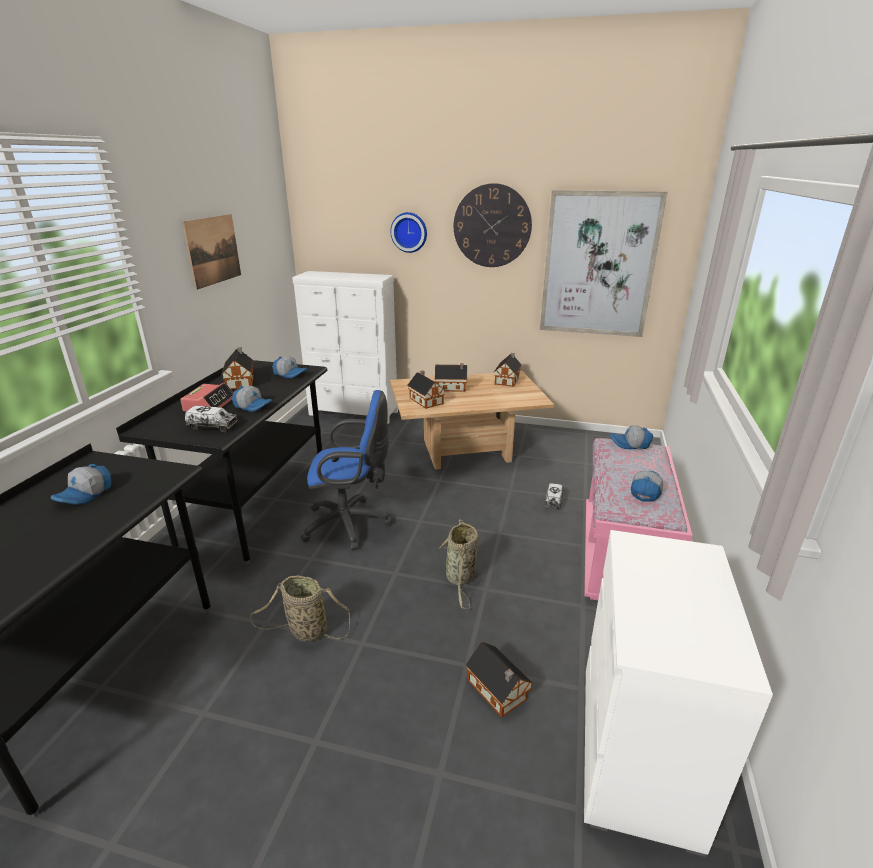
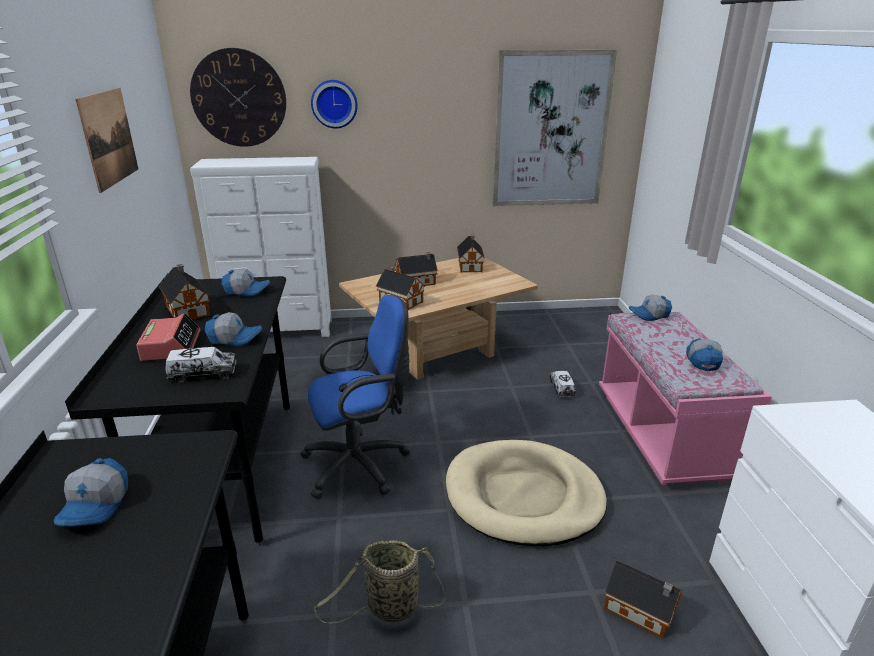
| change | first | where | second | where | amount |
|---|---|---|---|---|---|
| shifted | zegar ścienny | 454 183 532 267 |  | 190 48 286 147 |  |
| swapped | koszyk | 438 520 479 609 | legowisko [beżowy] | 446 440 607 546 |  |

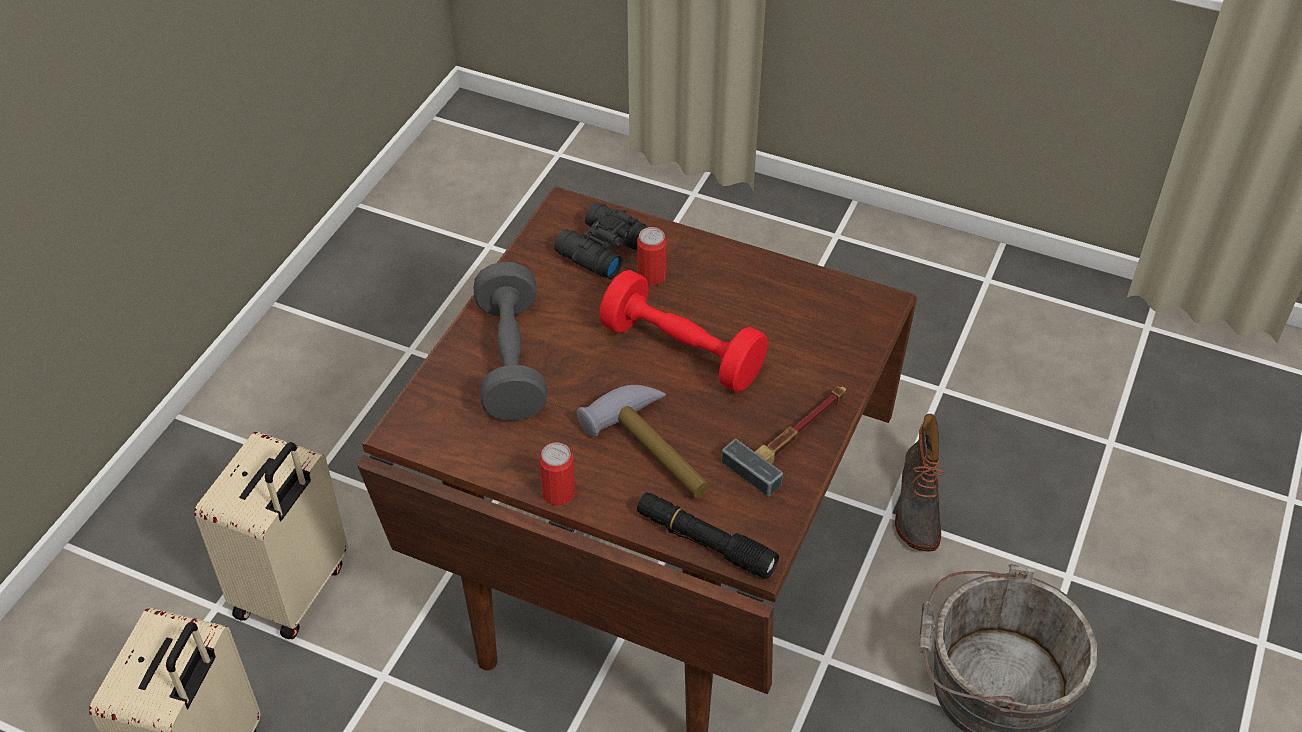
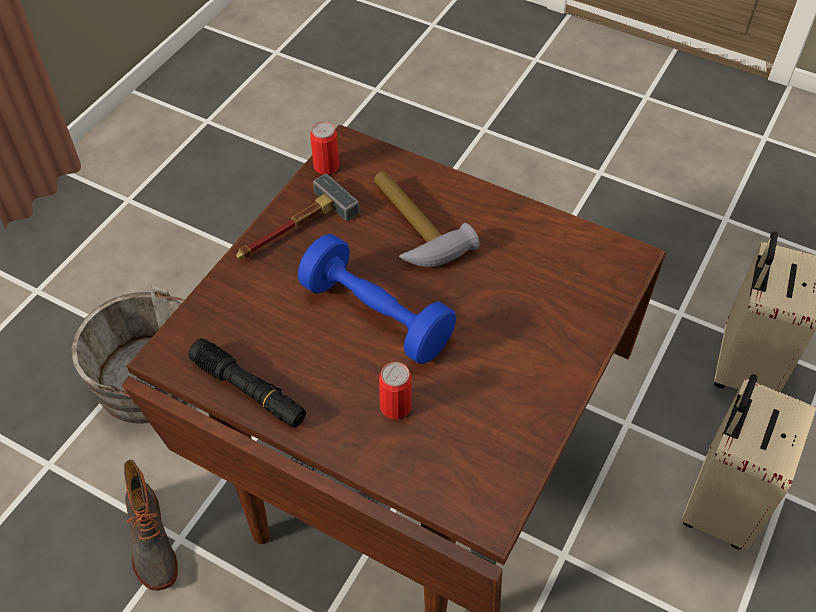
| change | first | where | second | where | amount |
|---|---|---|---|---|---|
| gone | lornetka [czarny] | 555 202 648 279 |  |  |  |
| gone | hantel [szary] | 474 262 547 421 |  |  |  |
| repainted | hantel [czerwony] | 599 270 768 392 | hantel [niebieski] | 298 234 456 364 |  |
| rotated | but z cholewką | 895 414 946 551 |  | 124 460 178 591 | 150 degrees clockwise |
| shifted | puszka | 539 443 575 506 |  | 310 121 339 174 |  |
| shifted | latarka [czarny] | 637 492 779 579 |  | 188 338 306 428 |  |

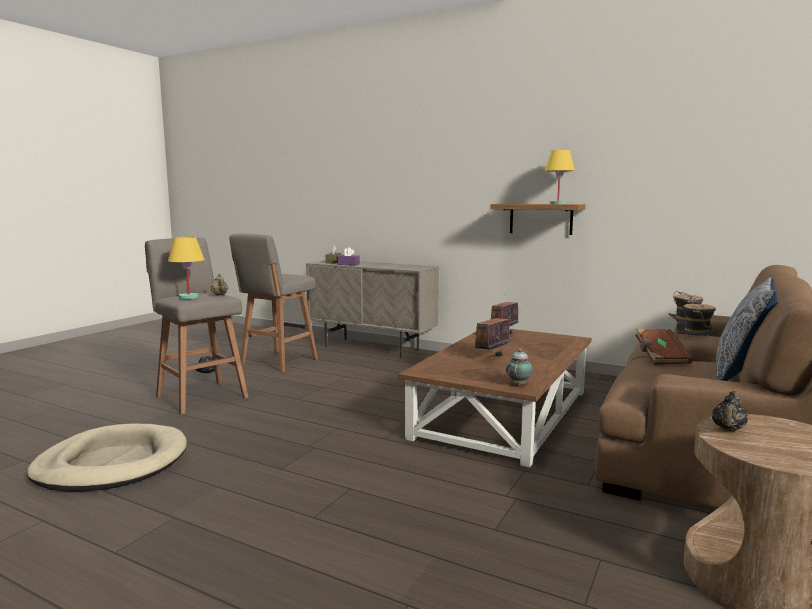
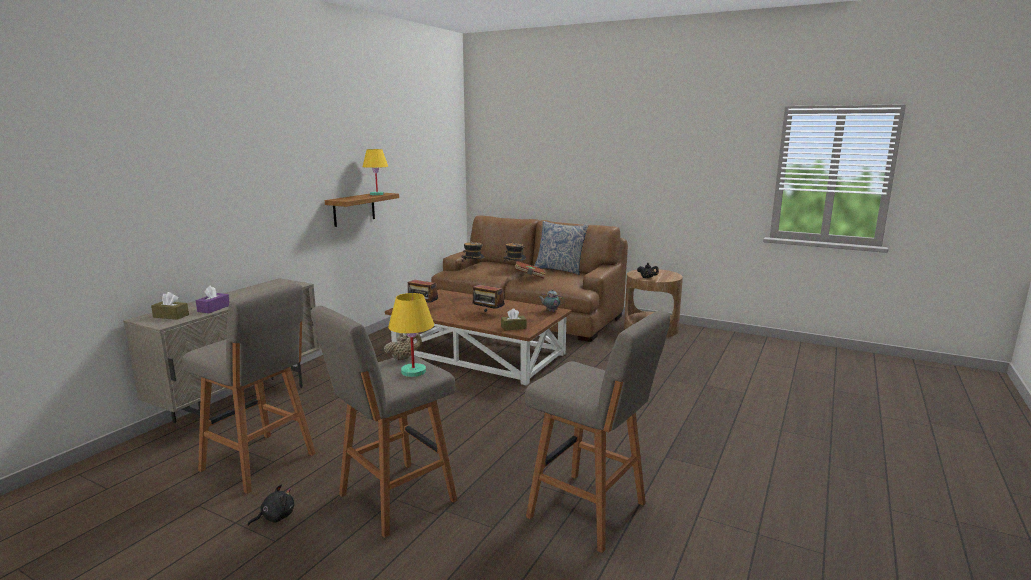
| change | first | where | second | where | amount |
|---|---|---|---|---|---|
| swapped | legowisko [beżowy] | 27 424 187 492 | stołek [szary] | 525 310 670 553 |  |
| new |  |  | pudełko chusteczek [brązowy] | 501 308 526 331 |  |

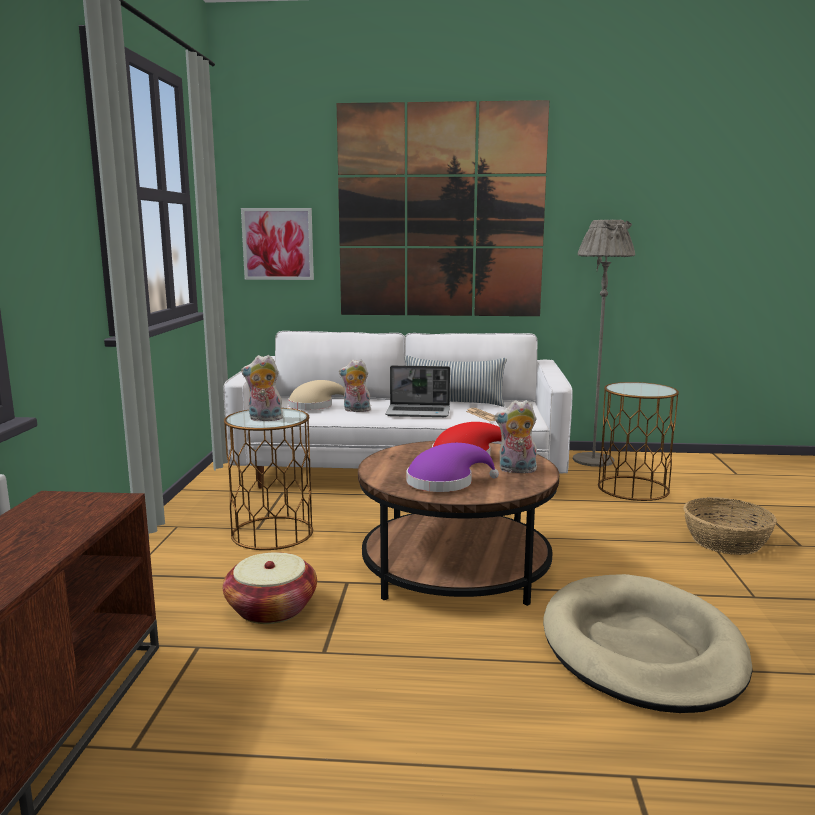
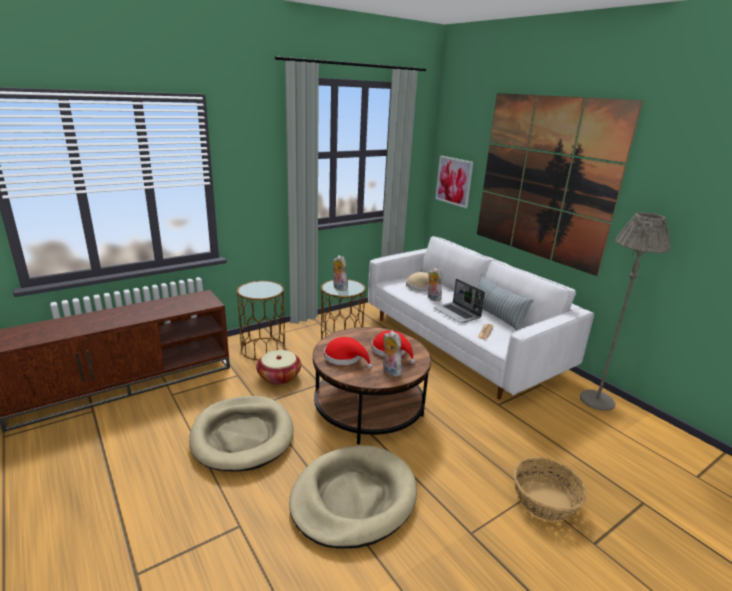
| change | first | where | second | where | amount |
|---|---|---|---|---|---|
| shifted | stolik [brązowy] | 598 382 679 501 |  | 237 281 286 360 |  |
| repainted | kapelusz [fioletowy] | 407 443 499 492 | kapelusz [czerwony] | 324 337 373 369 |  |
| new |  |  | legowisko [beżowy] | 189 396 293 472 |  |

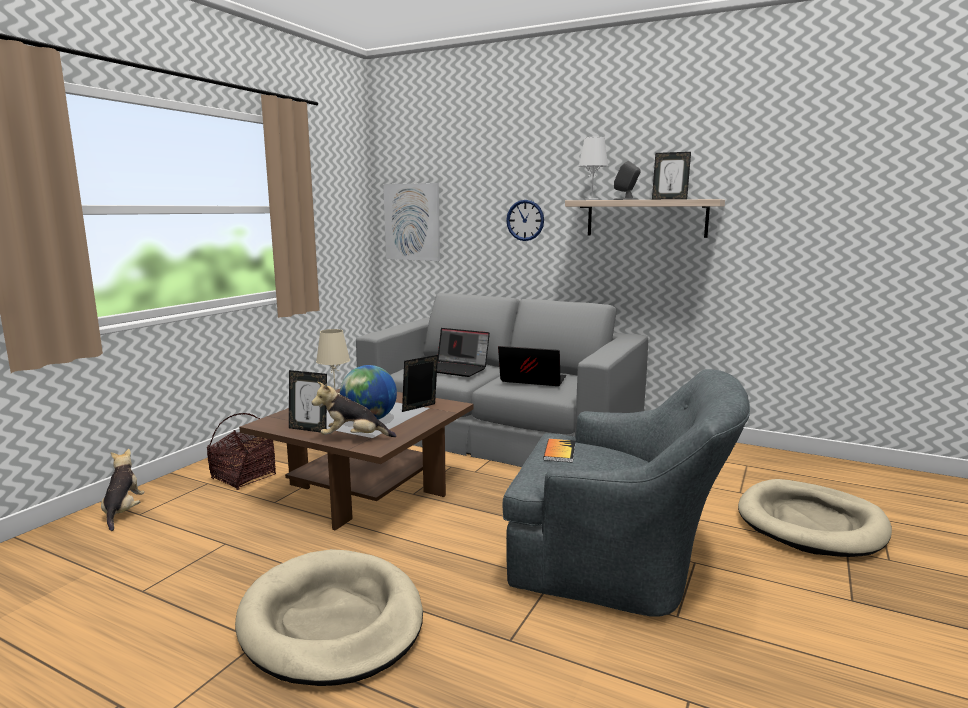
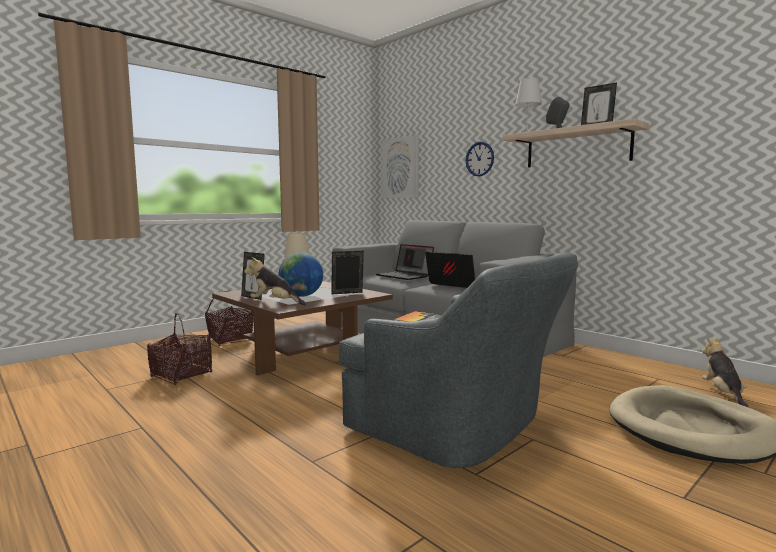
| change | first | where | second | where | amount |
|---|---|---|---|---|---|
| shifted | pluszak | 101 449 145 531 |  | 701 337 749 408 |  |
| gone | legowisko [beżowy] | 235 549 423 686 |  |  |  |
| new |  |  | koszyk | 147 313 212 385 |  |

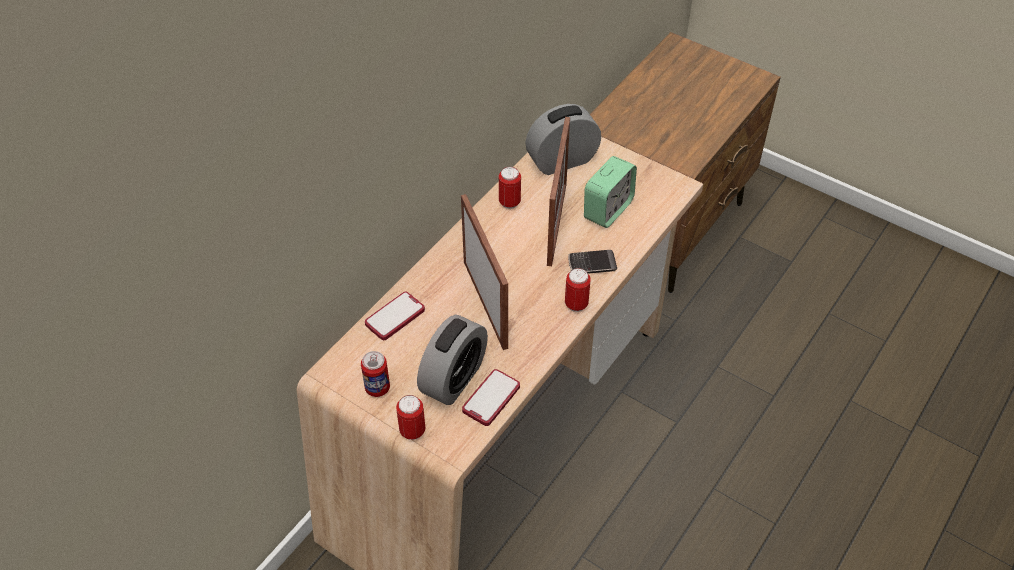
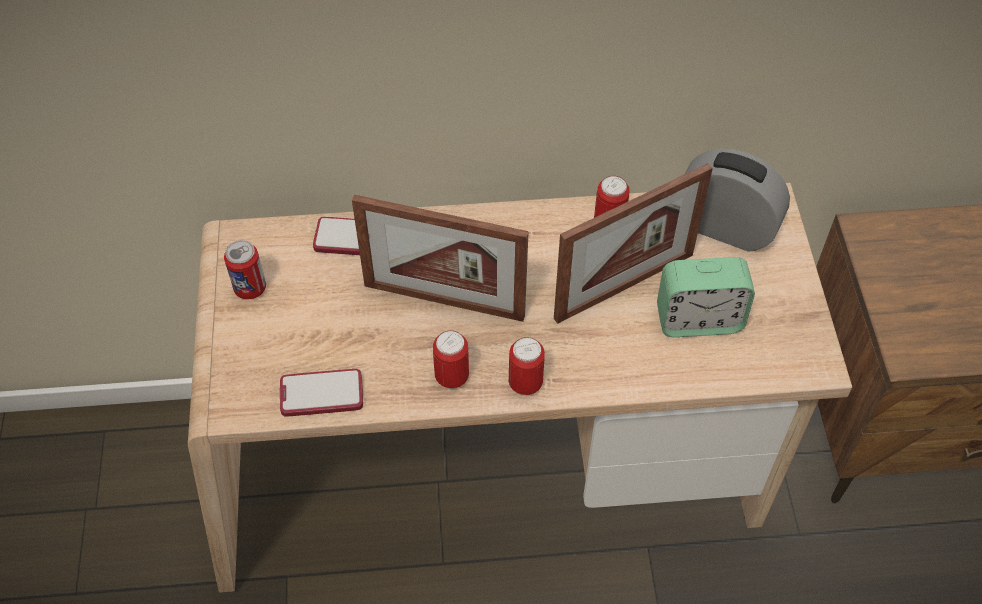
| change | first | where | second | where | amount |
|---|---|---|---|---|---|
| rotated | ramka na zdjęcie | 461 194 508 350 |  | 352 195 529 322 | 75 degrees clockwise |
| gone | telefon | 568 250 617 274 |  |  |  |
| gone | budzik | 417 315 488 405 |  |  |  |
| shifted | puszka | 396 395 425 440 |  | 433 330 469 389 |  |

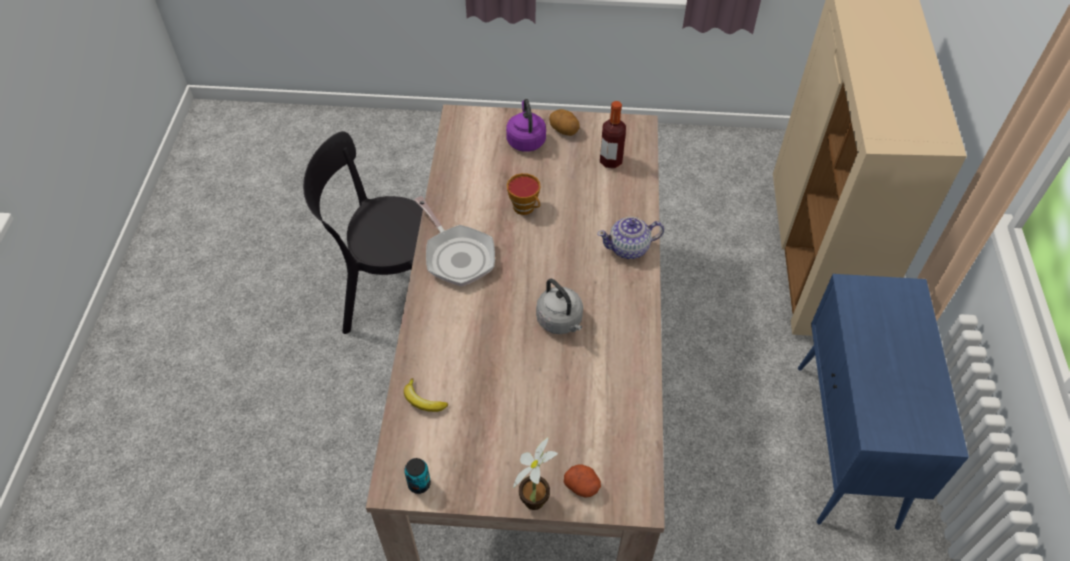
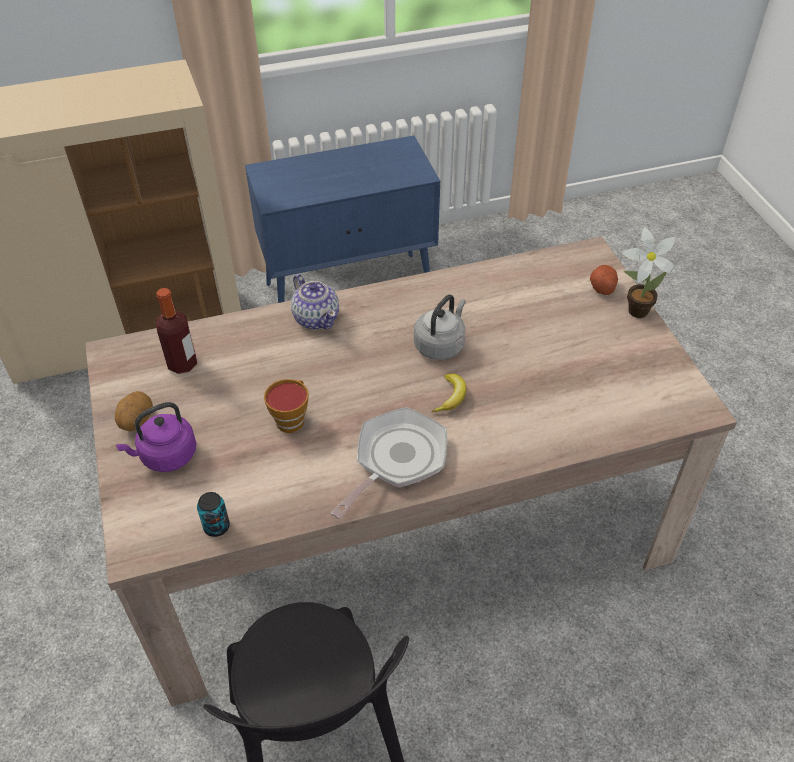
| change | first | where | second | where | amount |
|---|---|---|---|---|---|
| shifted | banan | 404 378 448 412 |  | 432 373 466 412 |  |
| shifted | puszka | 404 458 431 494 |  | 197 492 230 537 |  |

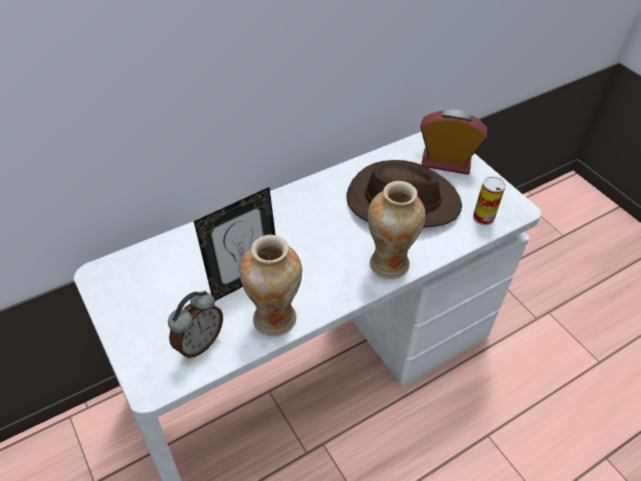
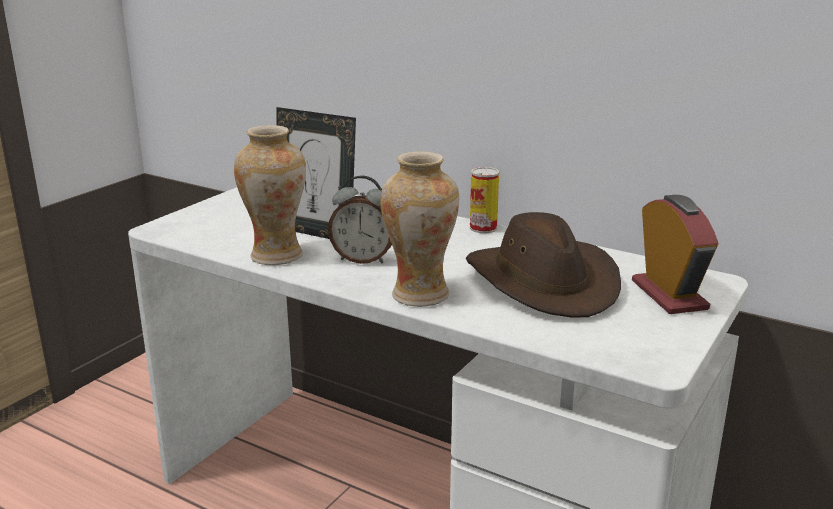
| change | first | where | second | where | amount |
|---|---|---|---|---|---|
| shifted | puszka | 473 176 506 225 |  | 470 167 499 233 |  |
| shifted | budzik | 168 291 223 358 |  | 328 175 392 264 |  |

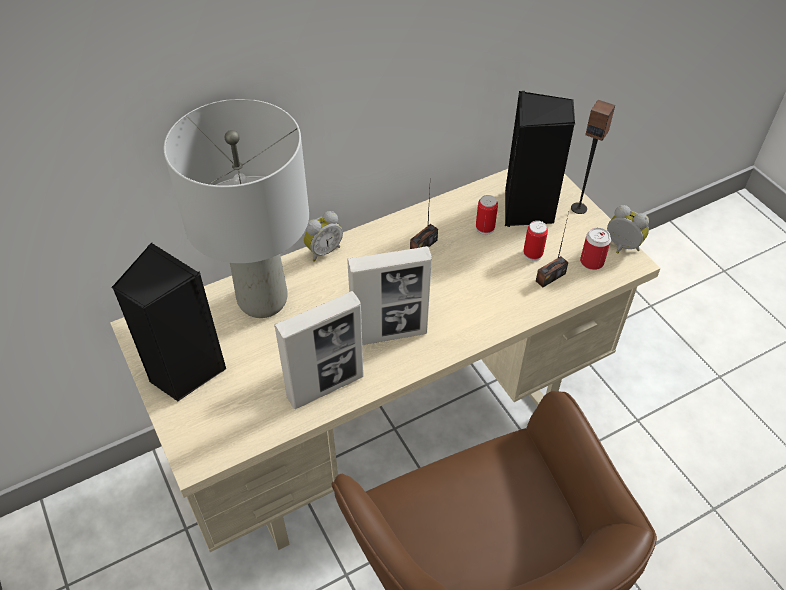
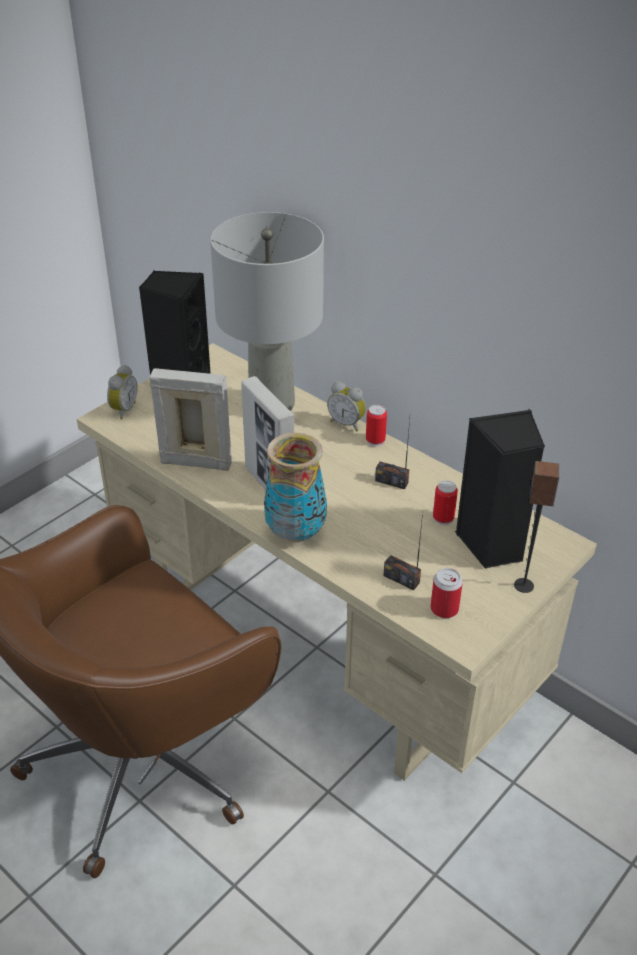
| change | first | where | second | where | amount |
|---|---|---|---|---|---|
| shifted | budzik | 607 205 649 254 |  | 107 365 138 419 |  |
| shifted | puszka | 523 221 548 261 |  | 366 405 387 446 |  |
| rotated | ramka na zdjęcie | 274 291 363 409 |  | 149 368 232 471 | 150 degrees clockwise |
| new |  |  | wazon | 264 433 327 542 |  |

